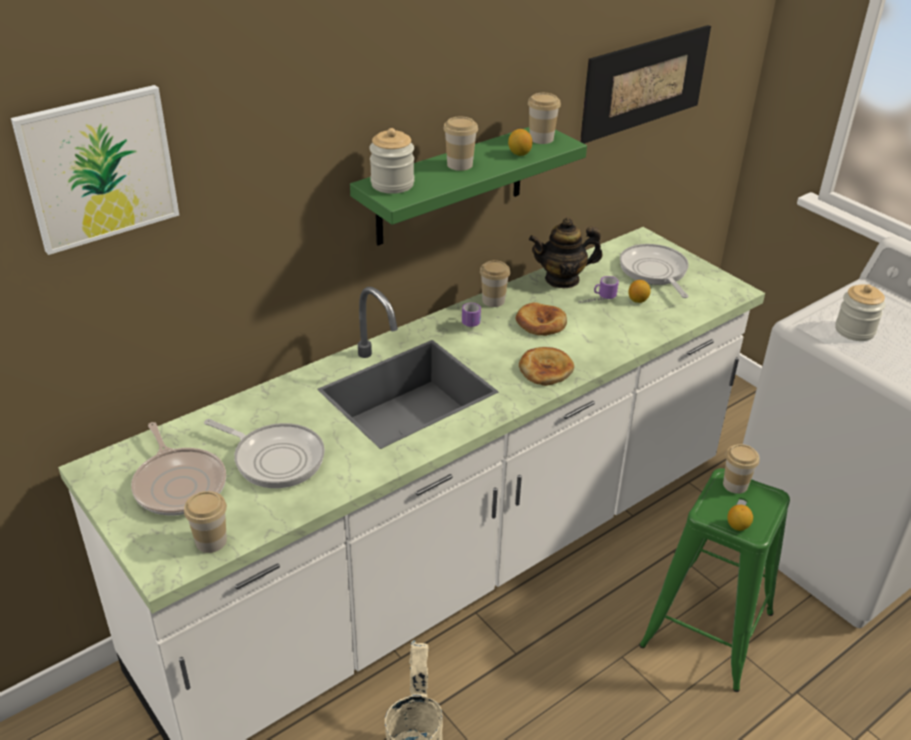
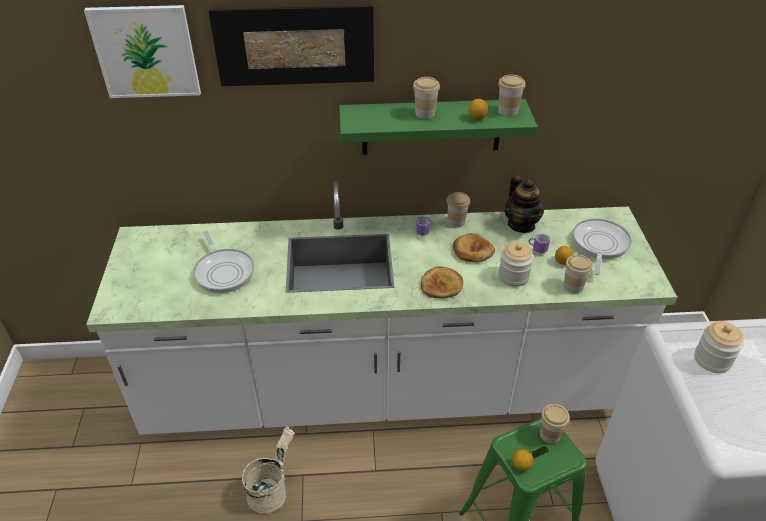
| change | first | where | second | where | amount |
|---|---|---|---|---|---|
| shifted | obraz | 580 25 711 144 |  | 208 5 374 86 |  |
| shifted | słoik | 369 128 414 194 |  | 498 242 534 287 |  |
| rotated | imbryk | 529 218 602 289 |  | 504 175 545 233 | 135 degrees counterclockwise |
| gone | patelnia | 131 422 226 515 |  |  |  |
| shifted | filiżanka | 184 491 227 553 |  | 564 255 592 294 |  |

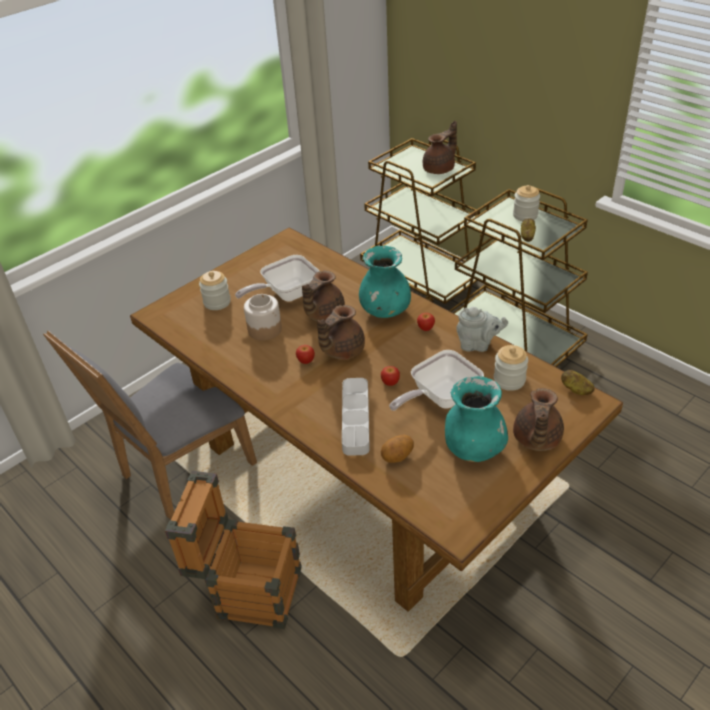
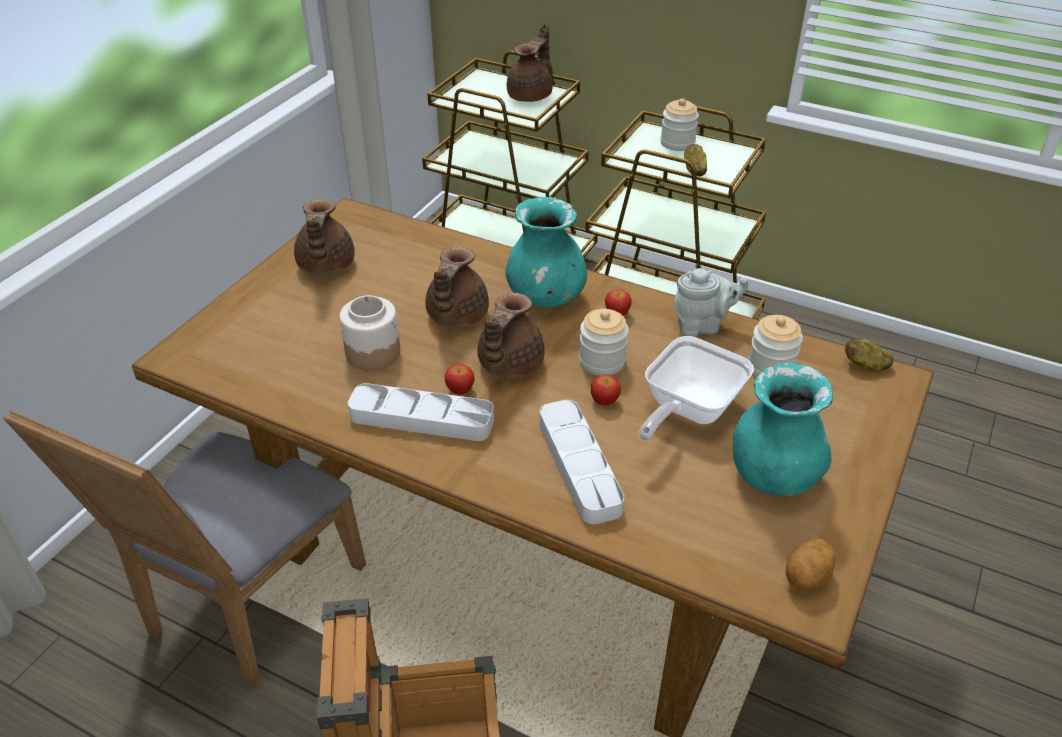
| change | first | where | second | where | amount |
|---|---|---|---|---|---|
| gone | patelnia | 235 255 319 302 |  |  |  |
| shifted | słoik | 199 271 231 310 |  | 579 309 629 376 |  |
| shifted | imbryk [brązowy] | 513 388 564 451 |  | 294 199 355 275 |  |
| shifted | ziemniak | 381 435 414 463 |  | 786 538 836 591 |  |
| new |  |  | taca [szary] | 348 383 494 441 |  |

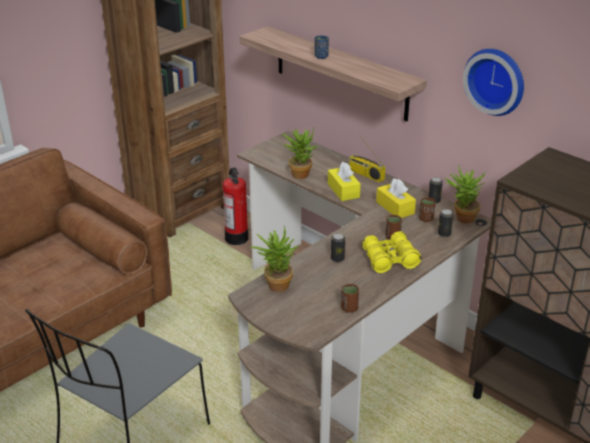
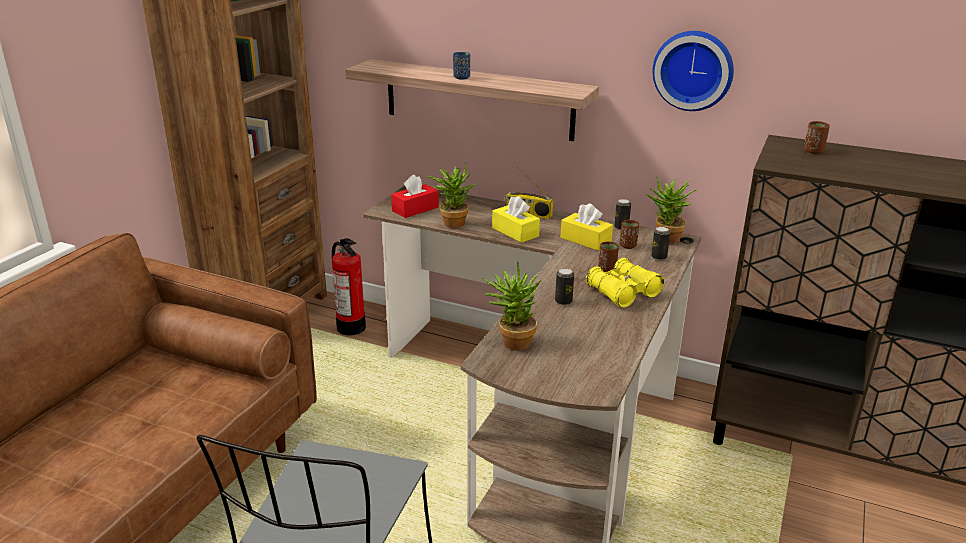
| change | first | where | second | where | amount |
|---|---|---|---|---|---|
| shifted | filiżanka [brązowy] | 341 284 359 313 |  | 804 121 830 154 |  |
| new |  |  | pudełko chusteczek [czerwony] | 391 174 439 218 |  |

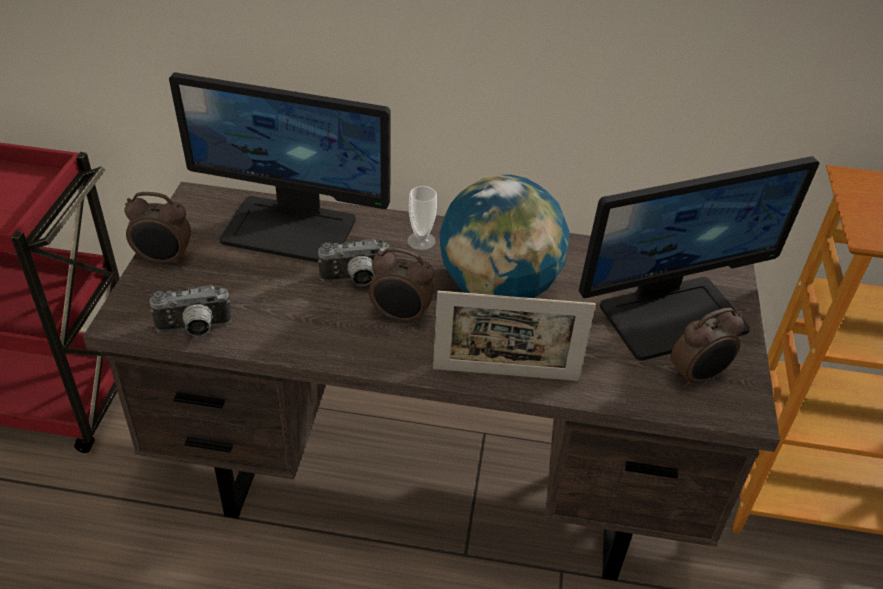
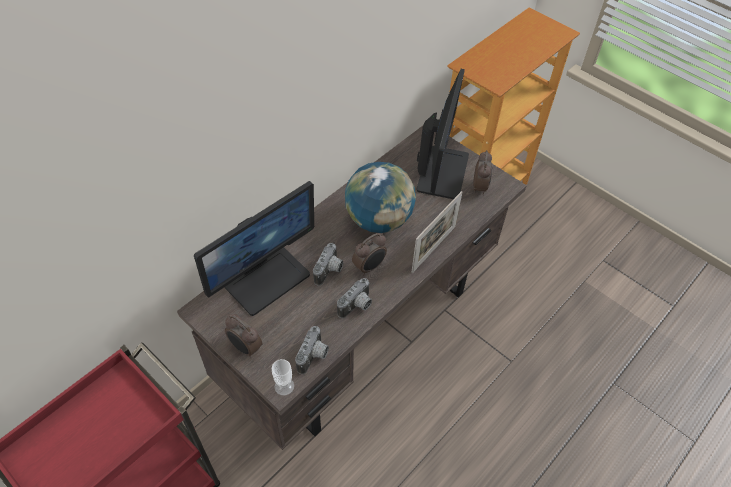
| change | first | where | second | where | amount |
|---|---|---|---|---|---|
| shifted | filiżanka | 407 186 437 250 |  | 272 359 294 395 |  |
| rotated | budzik | 124 192 191 266 |  | 225 314 262 358 | 90 degrees clockwise |
| new |  |  | aparat fotograficzny | 337 278 372 318 |  |

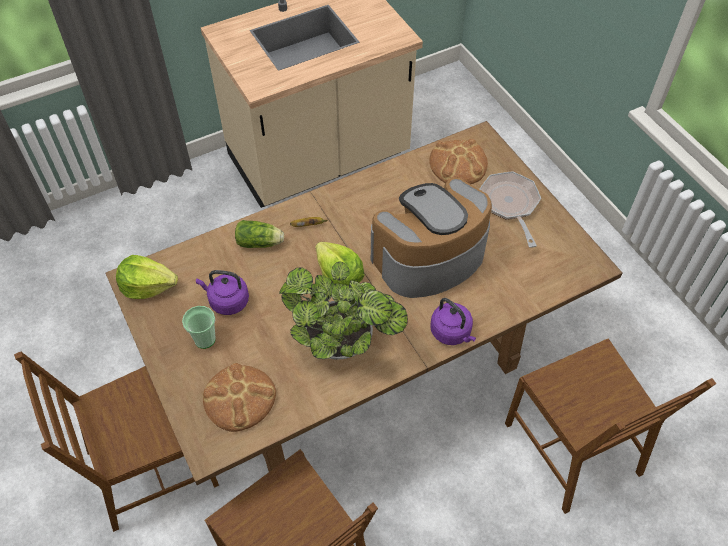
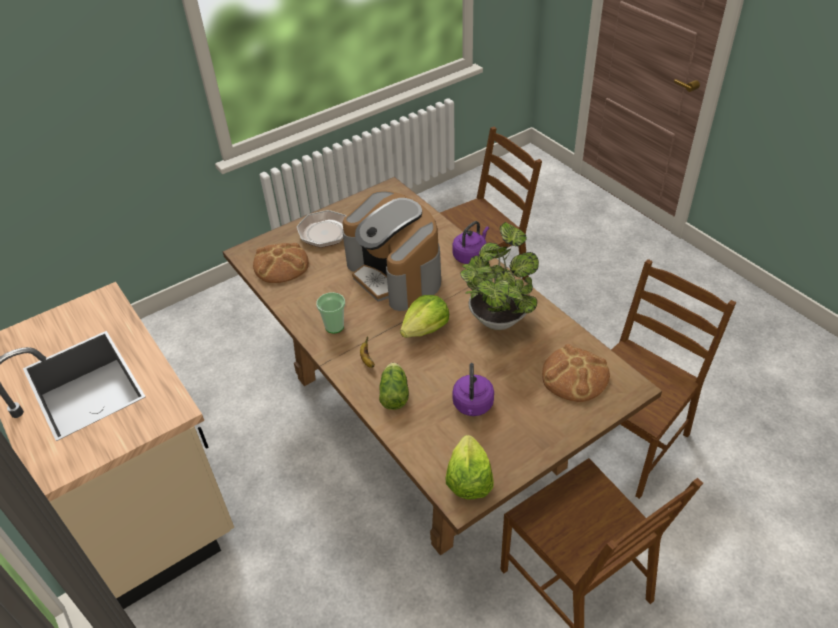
| change | first | where | second | where | amount |
|---|---|---|---|---|---|
| shifted | filiżanka | 182 306 216 349 |  | 316 292 345 333 |  |

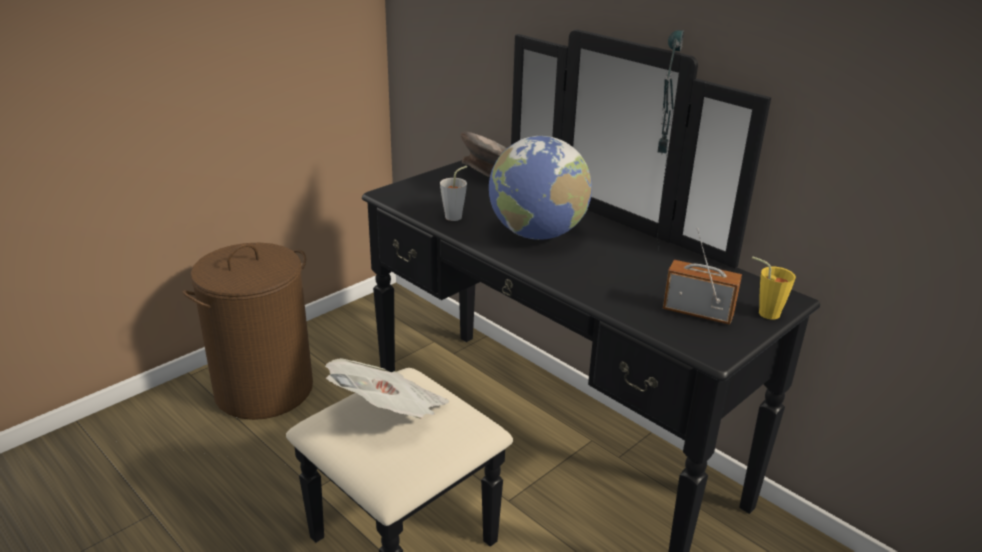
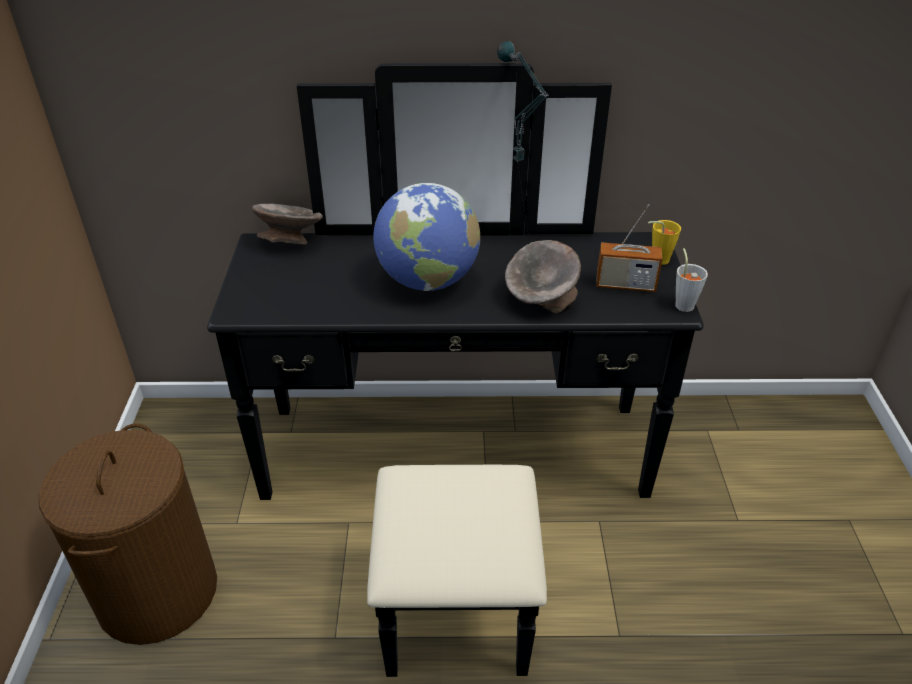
| change | first | where | second | where | amount |
|---|---|---|---|---|---|
| shifted | filiżanka [szary] | 440 166 467 221 |  | 675 248 708 312 |  |
| rotated | radio | 663 228 742 325 |  | 596 204 662 292 | 150 degrees counterclockwise |
| gone | gazeta | 325 358 449 419 |  |  |  |
| new |  |  | miska [szary] | 505 240 581 313 |  |

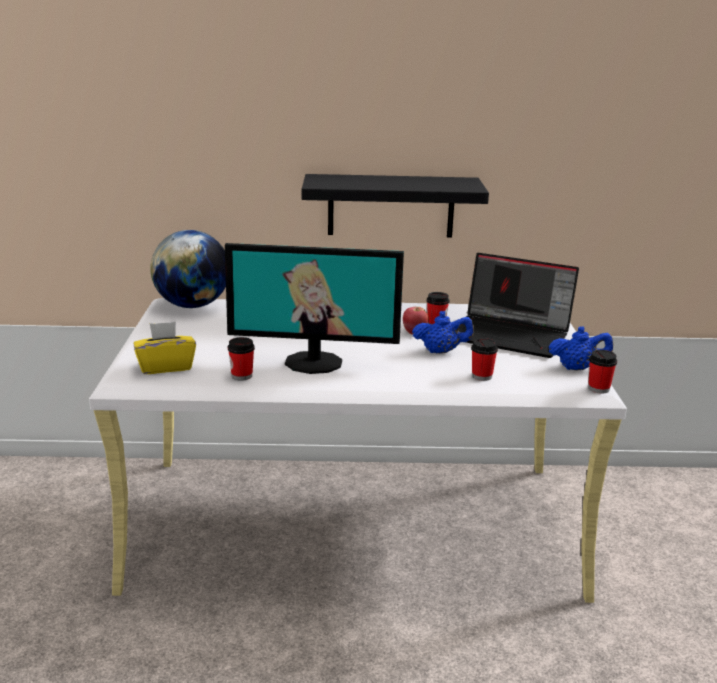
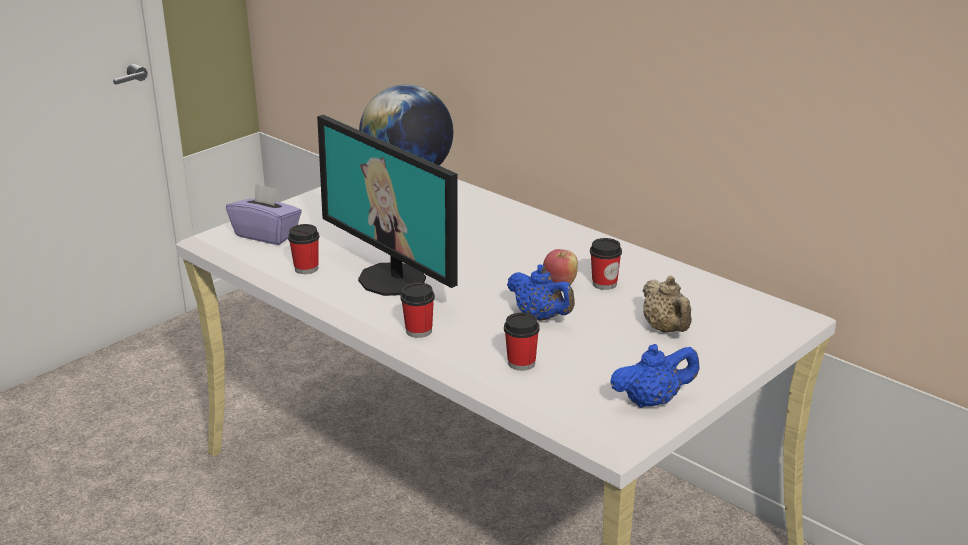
| change | first | where | second | where | amount |
|---|---|---|---|---|---|
| gone | półka [czarny] | 302 174 489 238 |  |  |  |
| swapped | laptop | 458 253 579 358 | imbryk [beżowy] | 643 276 692 333 |  |
| repainted | pudełko chusteczek [żółty] | 134 322 196 374 | pudełko chusteczek [fioletowy] | 226 184 302 245 |  |
| rotated | imbryk [niebieski] | 549 327 613 370 |  | 610 344 699 408 | 60 degrees counterclockwise |
| shifted | filiżanka | 588 350 617 393 |  | 400 282 435 338 |  |

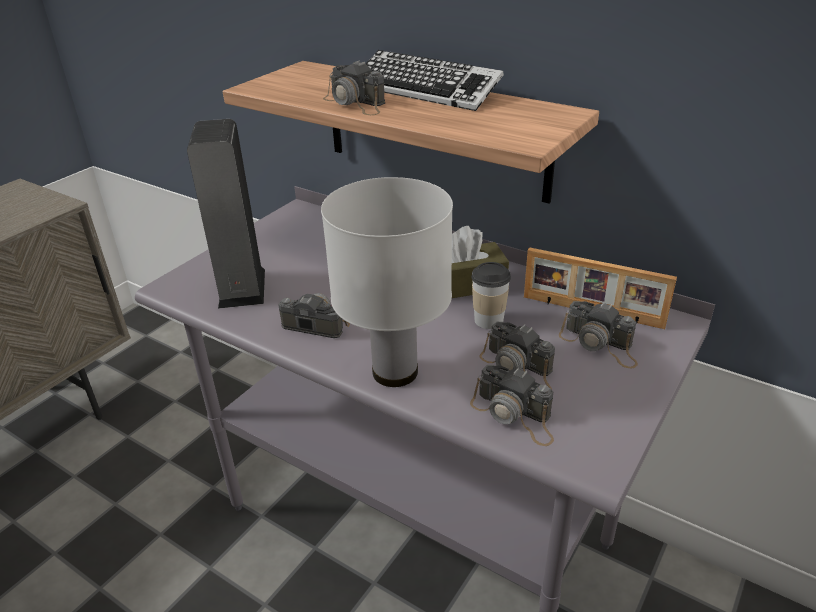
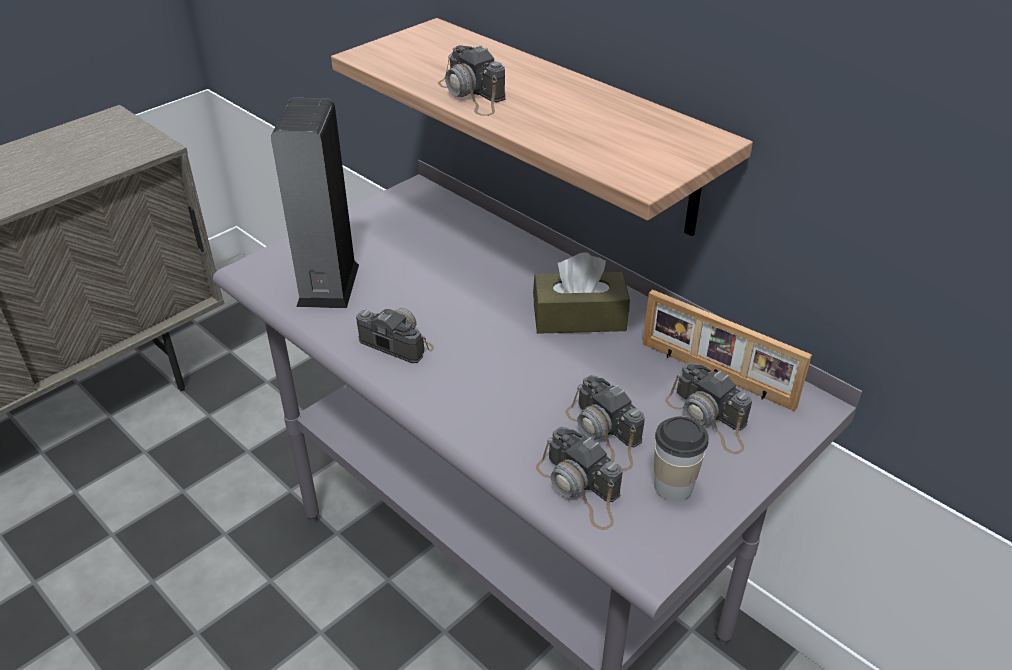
| change | first | where | second | where | amount |
|---|---|---|---|---|---|
| gone | klawiatura | 366 50 504 111 |  |  |  |
| gone | lampa stołowa [biały] | 321 177 453 387 |  |  |  |
| shifted | filiżanka | 471 262 511 329 |  | 654 416 709 501 |  |

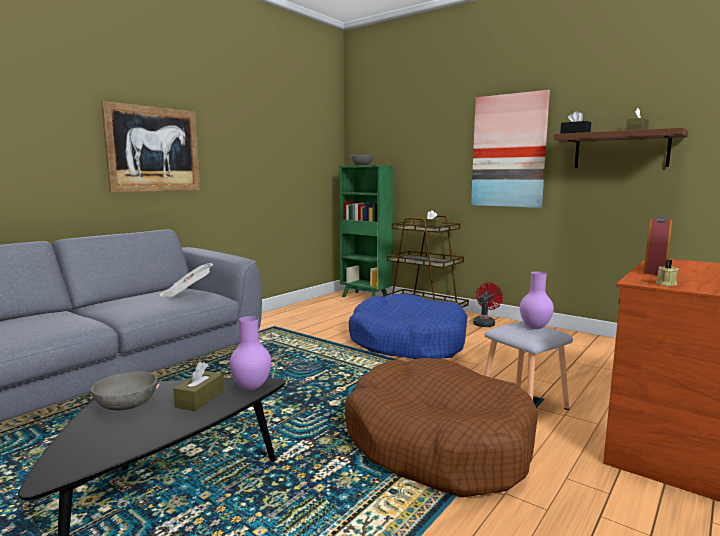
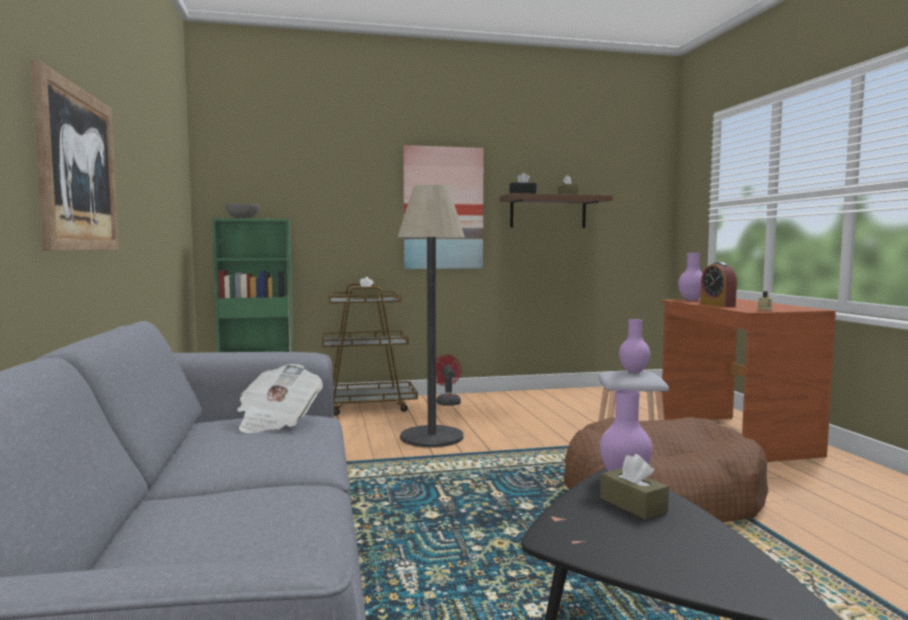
| change | first | where | second | where | amount |
|---|---|---|---|---|---|
| swapped | legowisko [niebieski] | 349 294 467 359 | lampa stojąca | 397 185 465 447 |  |
| gone | miska [szary] | 91 372 158 411 |  |  |  |
| new |  |  | wazon [fioletowy] | 678 253 703 301 |  |

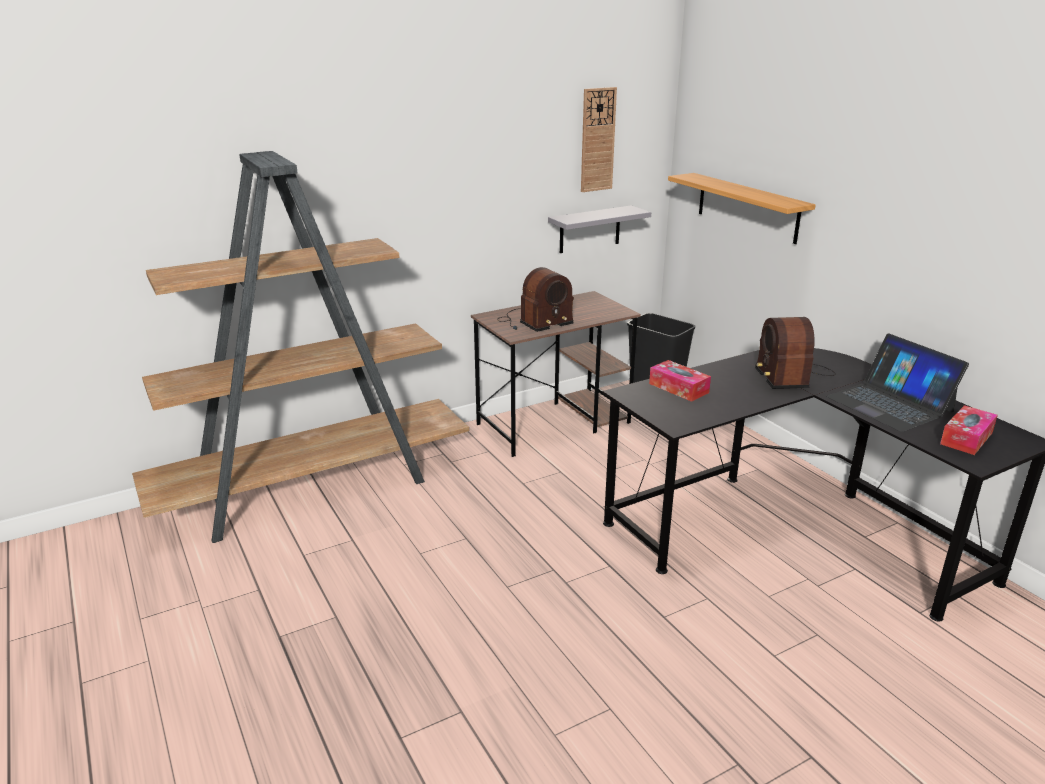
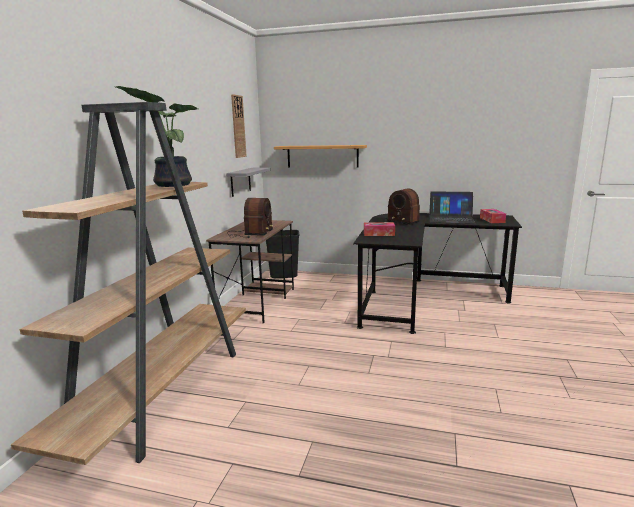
| change | first | where | second | where | amount |
|---|---|---|---|---|---|
| new |  |  | roślina doniczkowa | 116 86 198 187 |  |

